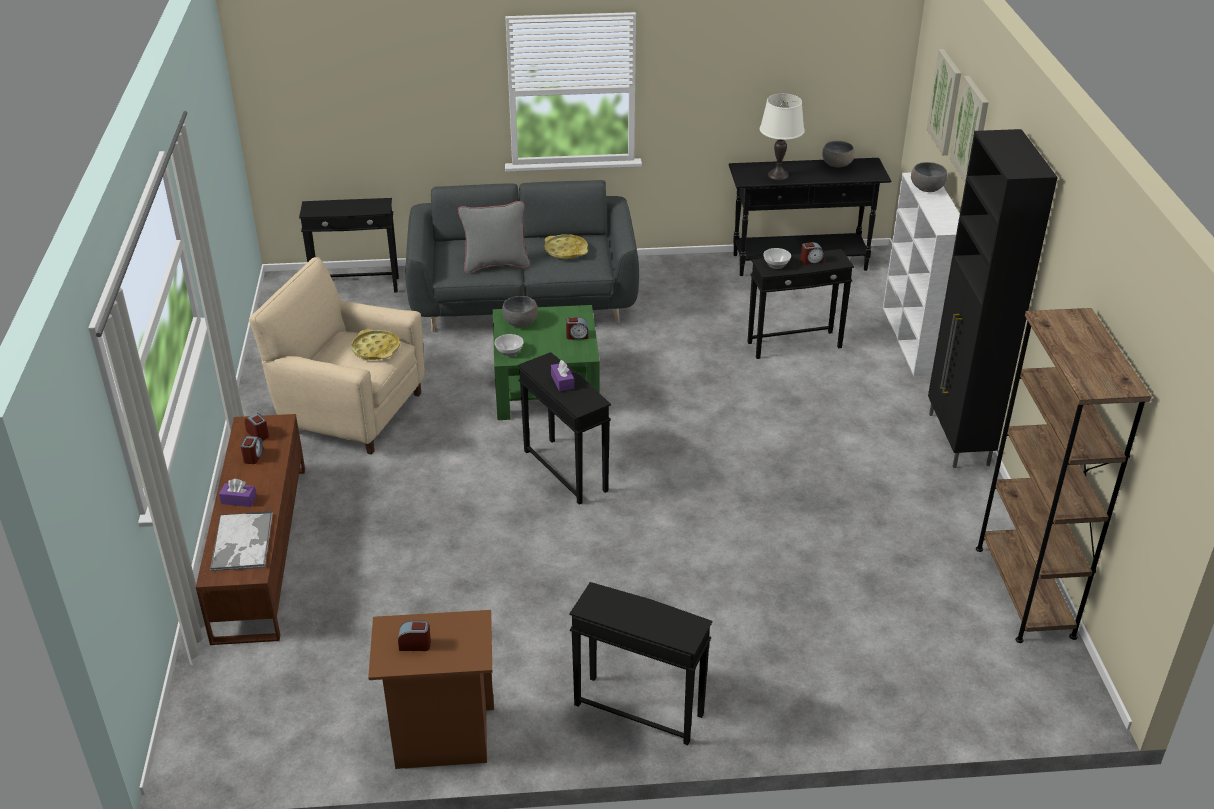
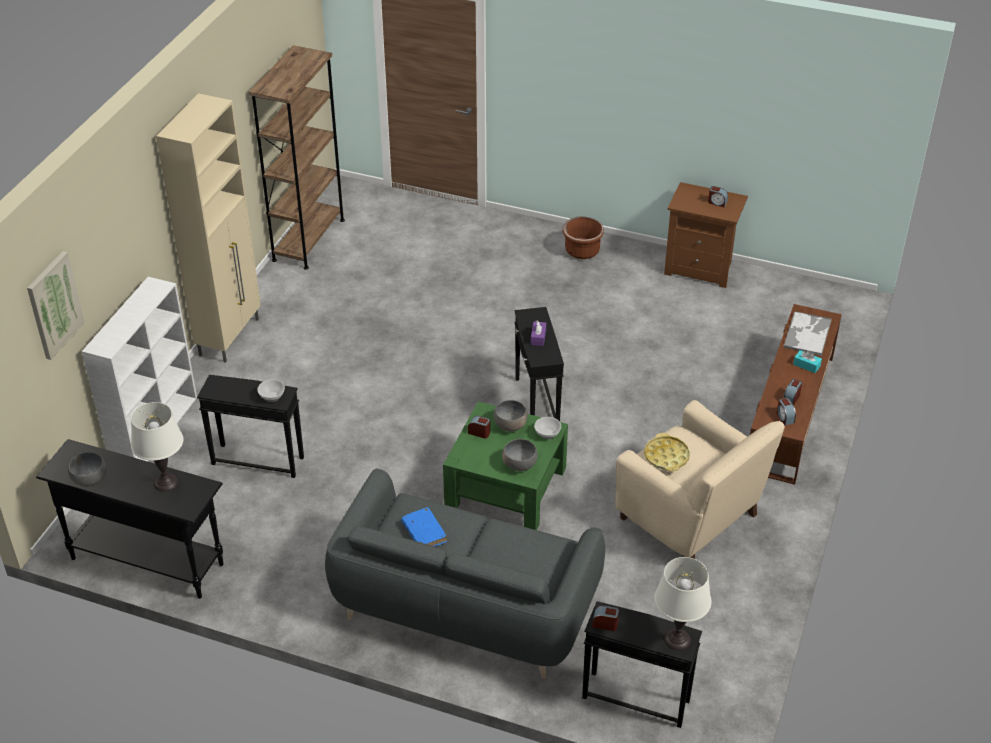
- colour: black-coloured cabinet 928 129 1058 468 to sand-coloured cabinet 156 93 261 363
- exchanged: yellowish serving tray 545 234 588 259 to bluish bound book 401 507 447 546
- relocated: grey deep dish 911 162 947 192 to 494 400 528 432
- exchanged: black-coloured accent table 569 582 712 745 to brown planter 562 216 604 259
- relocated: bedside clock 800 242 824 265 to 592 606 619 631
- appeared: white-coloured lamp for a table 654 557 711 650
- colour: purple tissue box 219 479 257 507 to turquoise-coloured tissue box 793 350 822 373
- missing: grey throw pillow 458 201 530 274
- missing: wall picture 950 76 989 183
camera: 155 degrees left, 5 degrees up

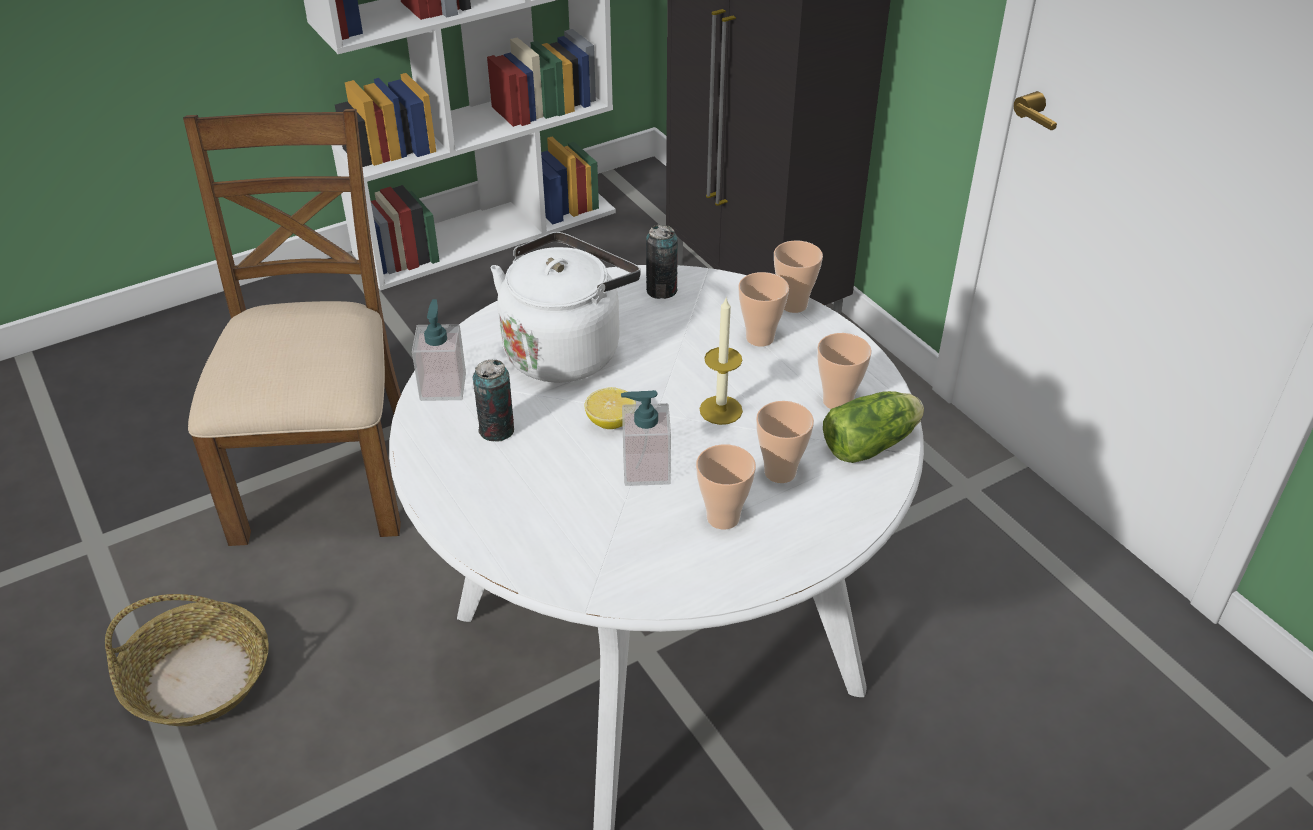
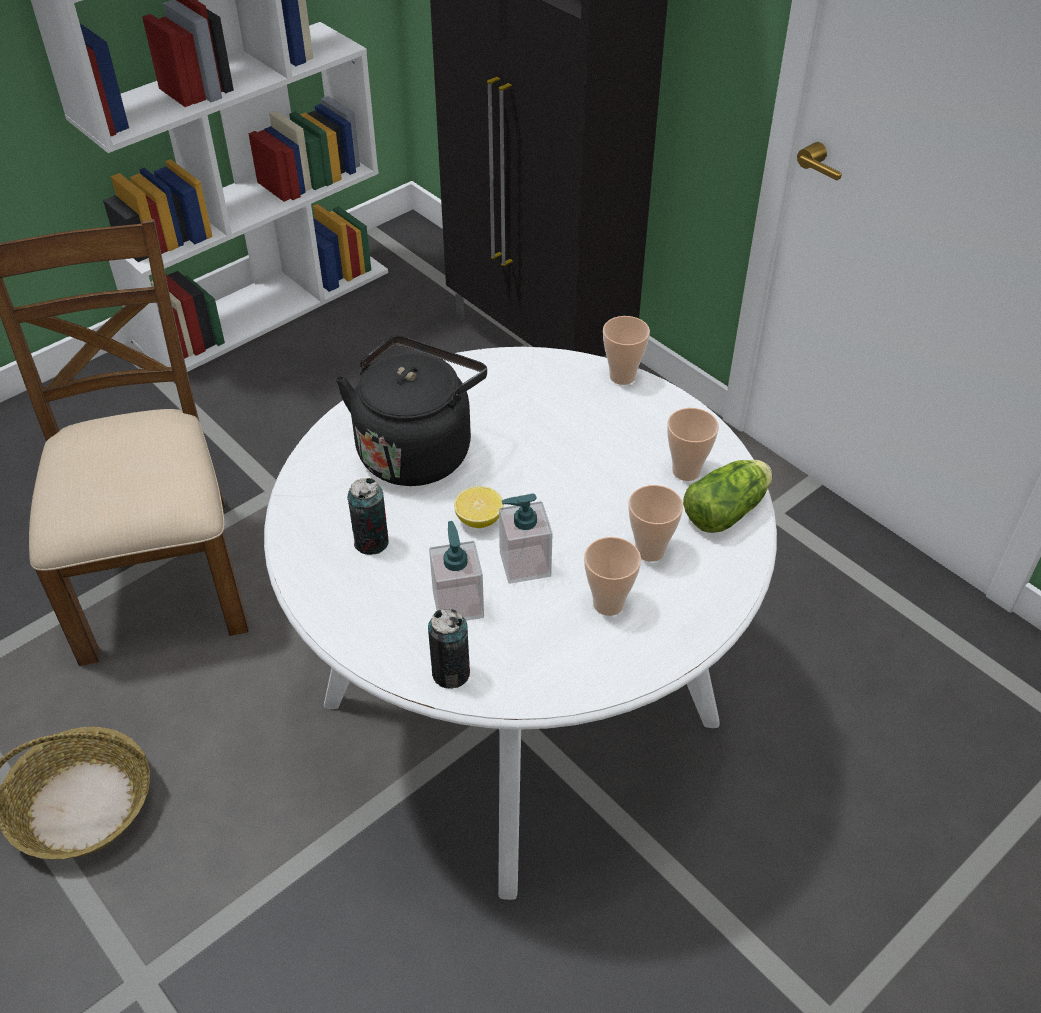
- colour: white-coloured water kettle 491 232 641 383 to black-coloured water kettle 336 336 487 486
- relocated: metal can 646 224 678 299 to 428 609 470 689
- relocated: soap dispenser 412 299 466 401 to 429 521 484 621
- missing: wax candle 699 298 743 425
- missing: small cup 738 272 789 347
camera: 10 degrees left, 5 degrees up

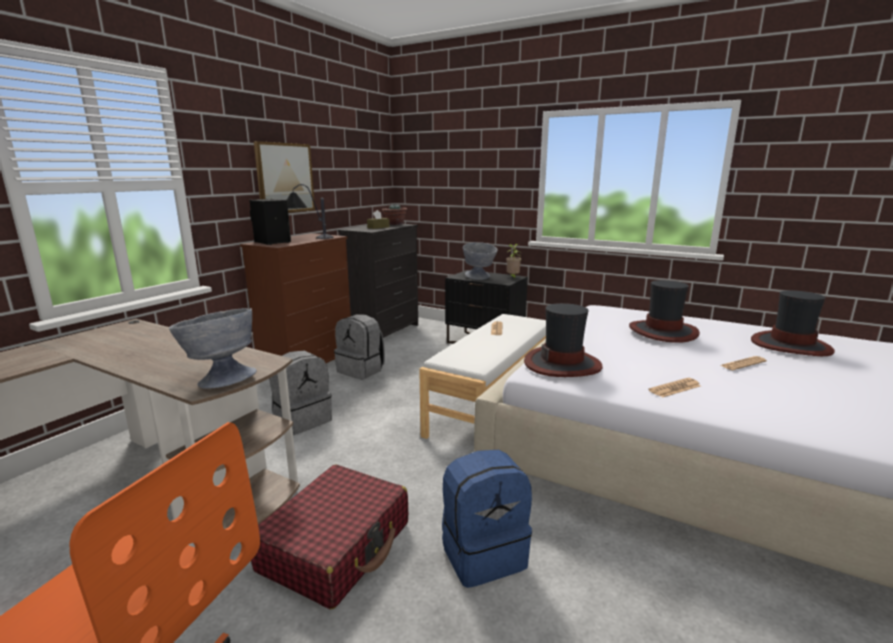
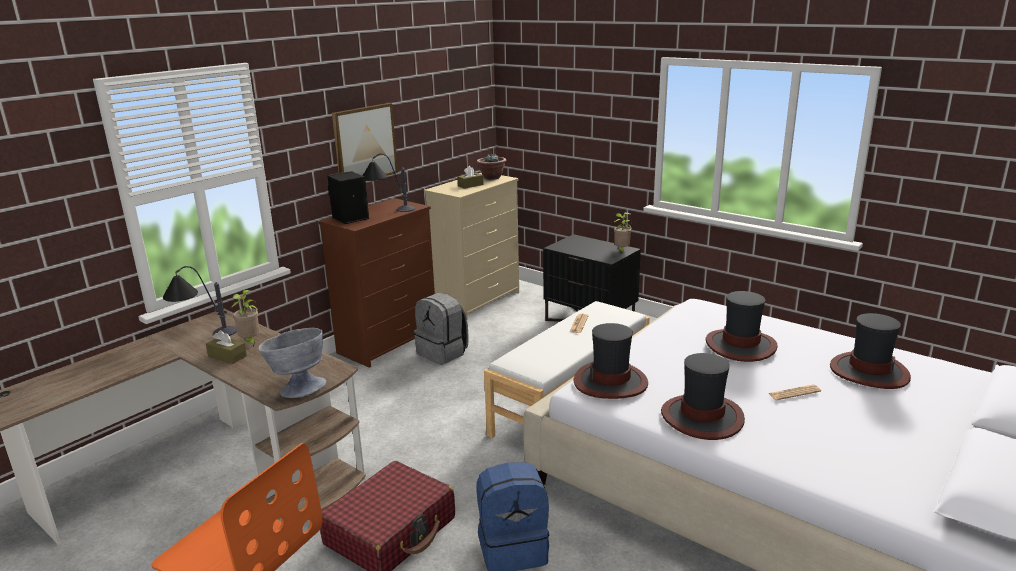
- appeared: lamp for a table 163 266 237 336
- appeared: brown tissue box 206 330 247 364
- appeared: plant in a pot 231 290 260 347
- colour: black-coloured drawer chest 338 224 418 338 to sand-coloured drawer chest 424 173 519 319
- exchanged: newspaper 648 378 701 398 to hat 661 353 745 440
- missing: grey knapsack 269 351 332 435
- missing: grey deep dish 463 242 498 280
camera: 10 degrees right, 5 degrees up

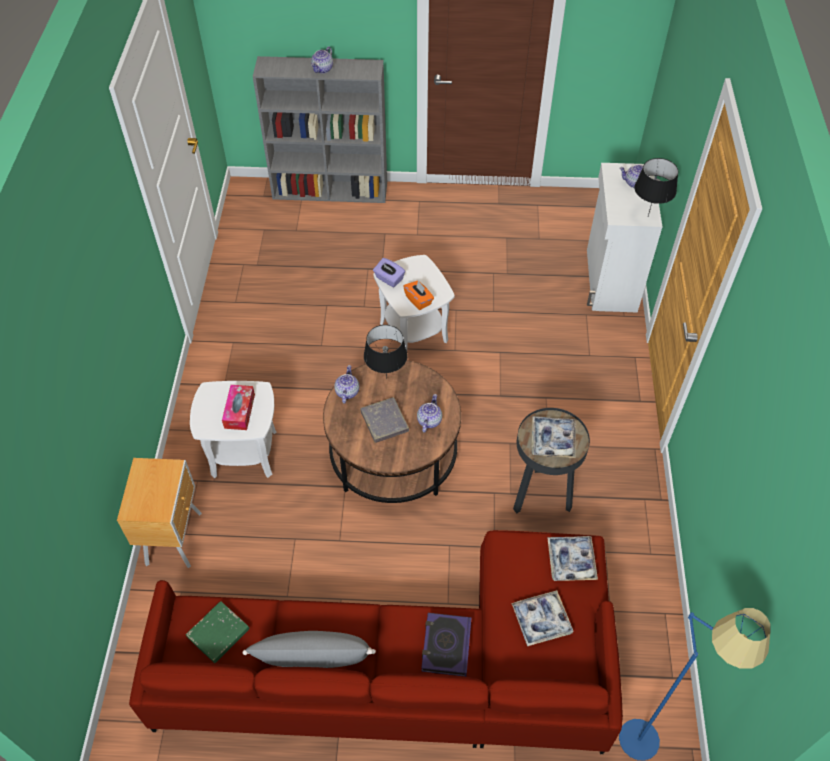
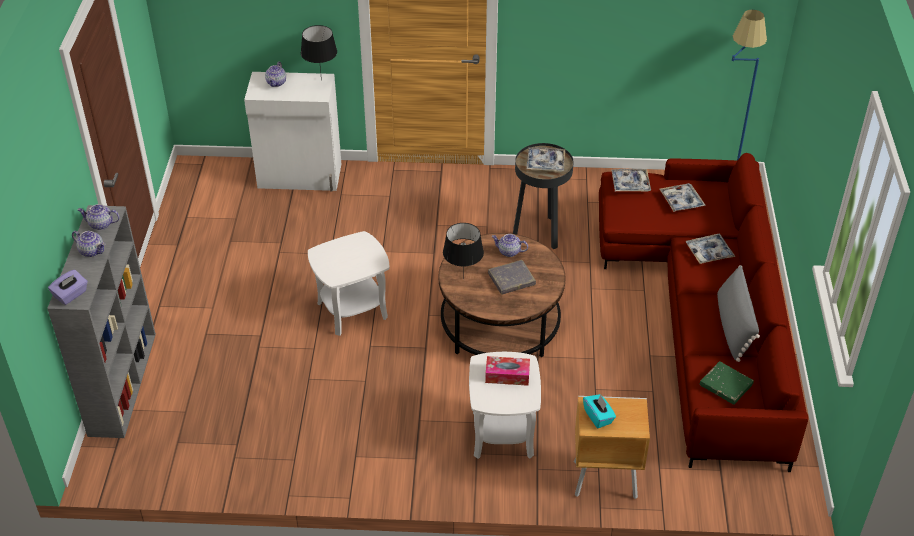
- relocated: purple tissue box 373 258 405 288 to 48 270 88 305
- relocated: teapot 334 365 359 404 to 77 204 120 230
- appeared: turquoise-coloured tissue box 583 394 616 428
- exchanged: bound book 421 613 471 677 to serving tray 686 234 735 264
- missing: orange-coloured tissue box 403 280 434 310
camera: 90 degrees left, 10 degrees down

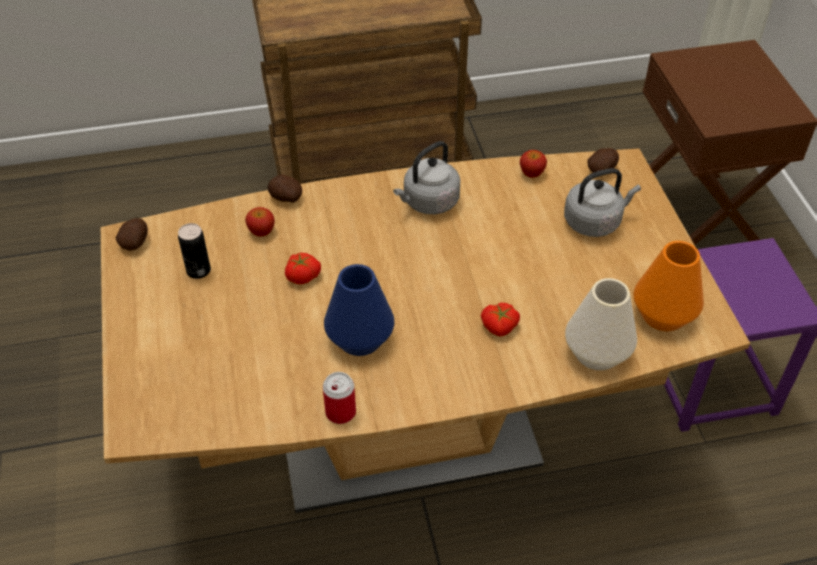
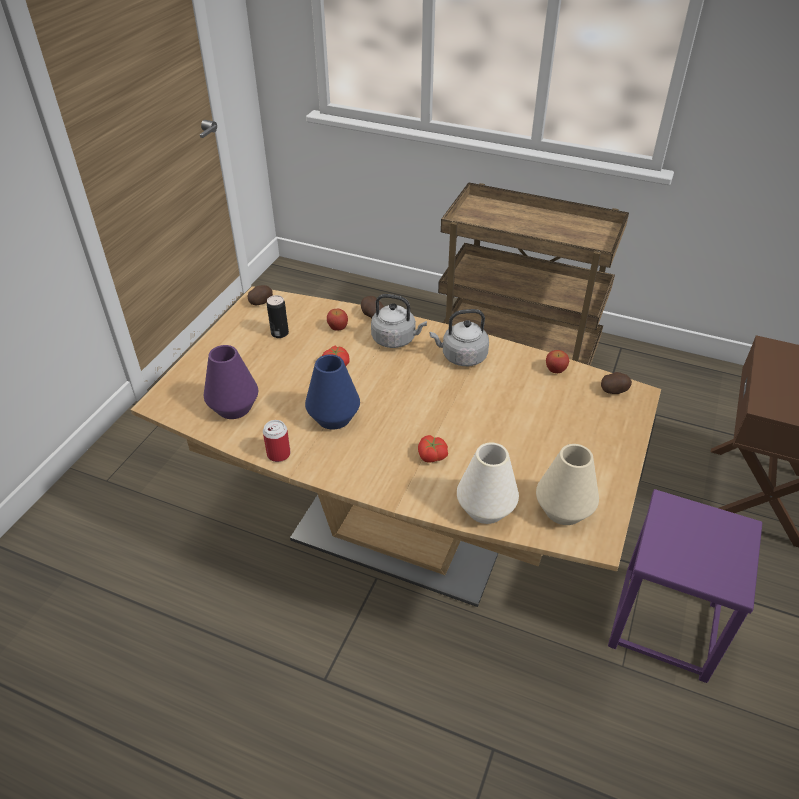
- appeared: purple flower vase 204 345 258 419
- relocated: grey water kettle 564 168 641 237 to 371 294 427 348
- colour: orange-coloured flower vase 633 241 704 331 to sand-coloured flower vase 536 444 599 525
camera: 35 degrees right, 5 degrees down

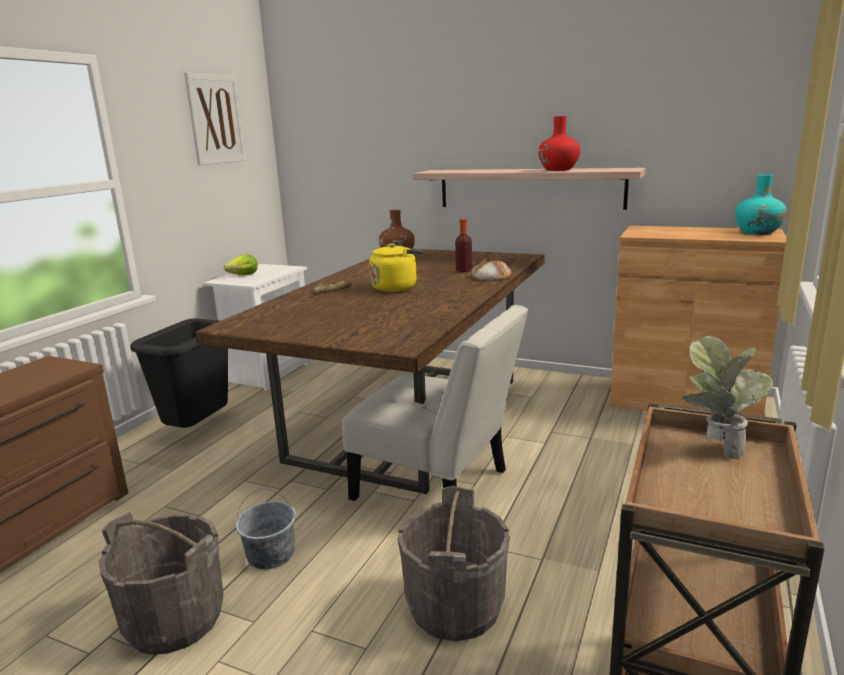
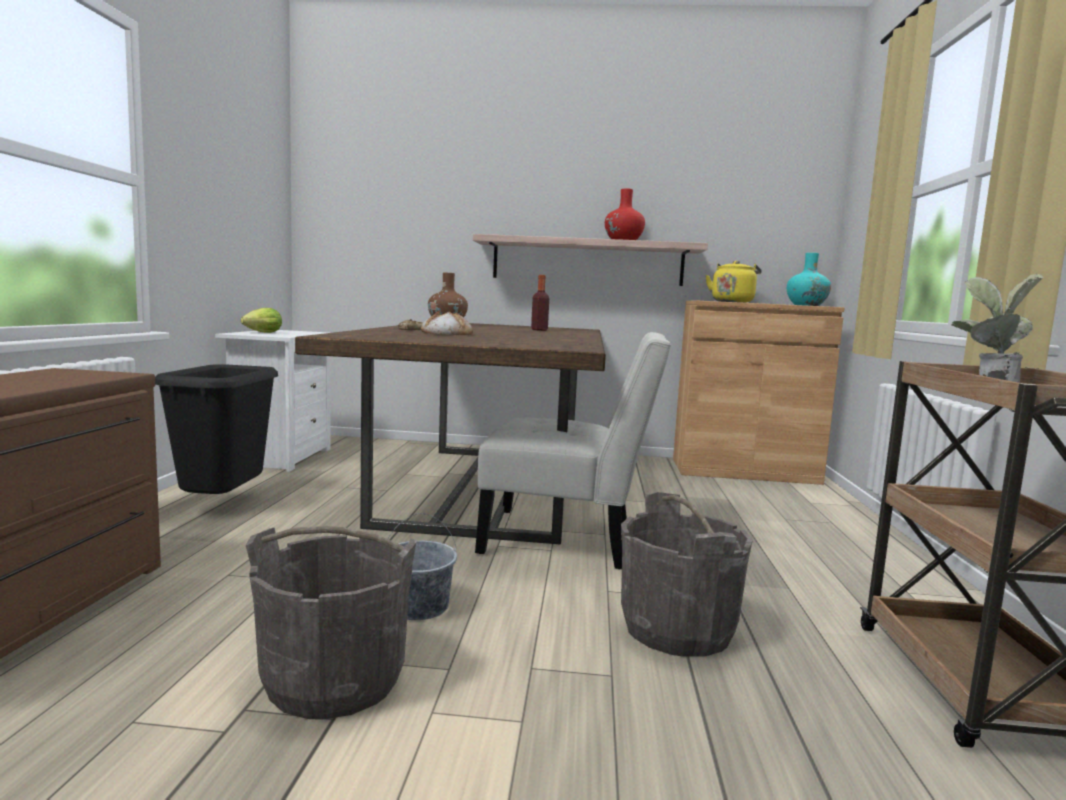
- relocated: baked bread 472 258 512 281 to 421 310 473 335
- relocated: yellowish water kettle 369 244 425 292 to 705 261 762 303
- missing: wall picture 184 72 246 165
camera: 20 degrees left, 10 degrees down

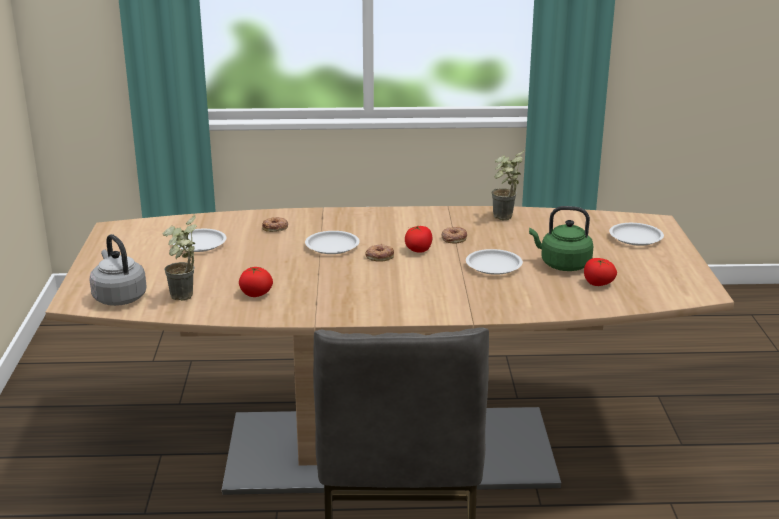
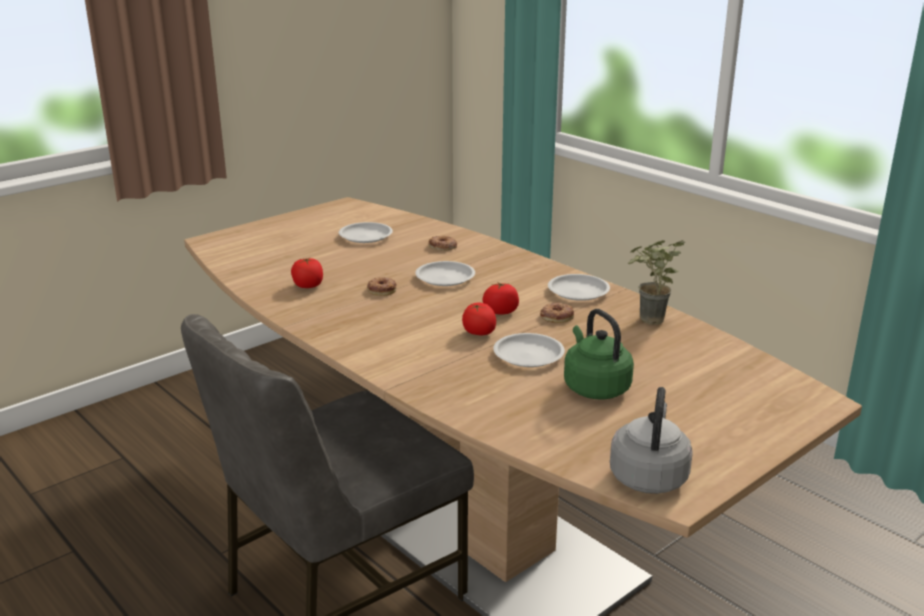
- relocated: ring doughnut 365 244 394 262 to 367 277 397 296
- relocated: whole tomato 584 258 617 286 to 462 302 496 335
- relocated: white-coloured flat dish 609 223 664 246 to 548 274 610 301
- relocated: grey water kettle 89 234 147 306 to 610 387 693 494
- missing: plant in a pot 163 214 197 301
camera: 50 degrees right, 0 degrees up

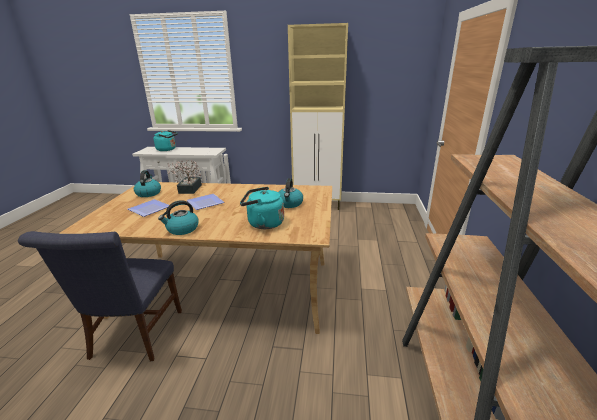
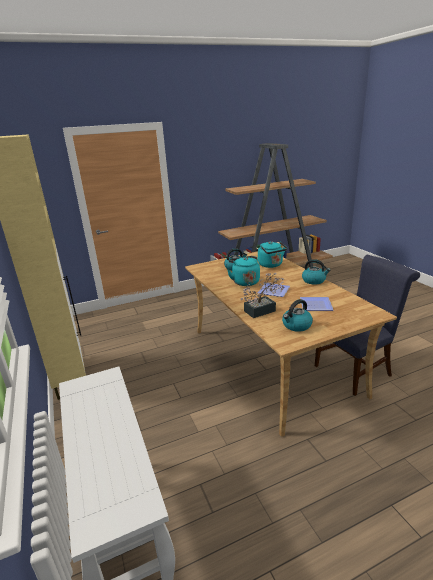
- relocated: turquoise-coloured water kettle 153 130 178 151 to 227 256 260 286
camera: 120 degrees left, 0 degrees up

